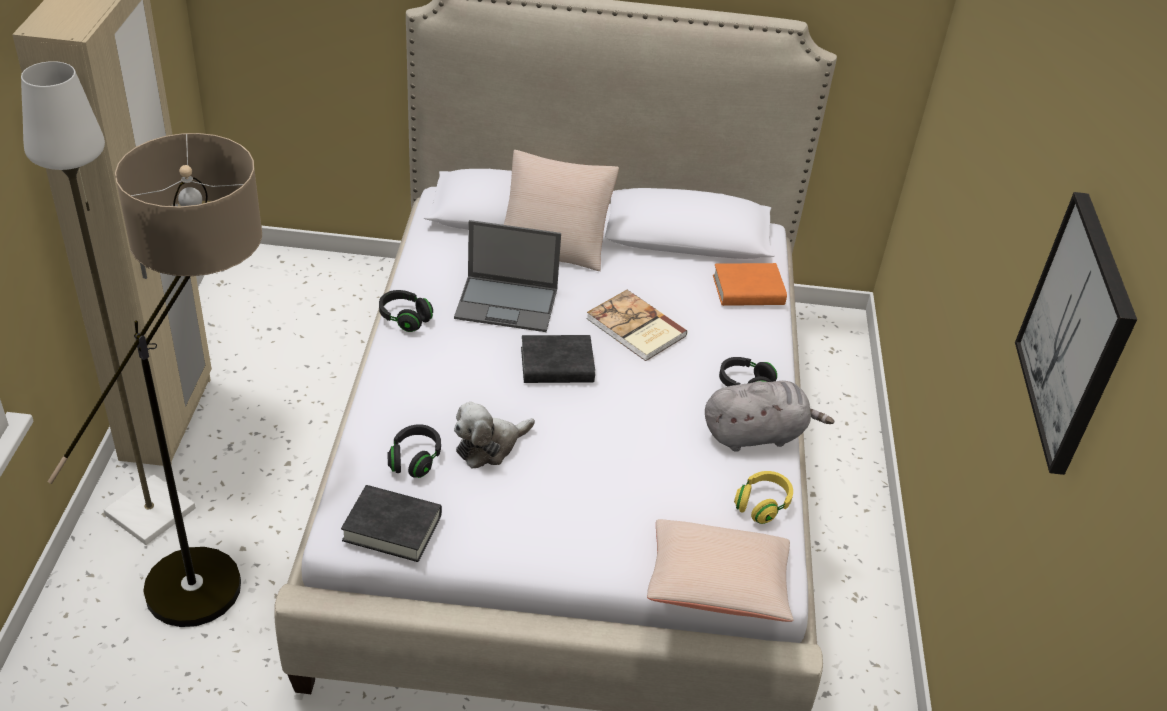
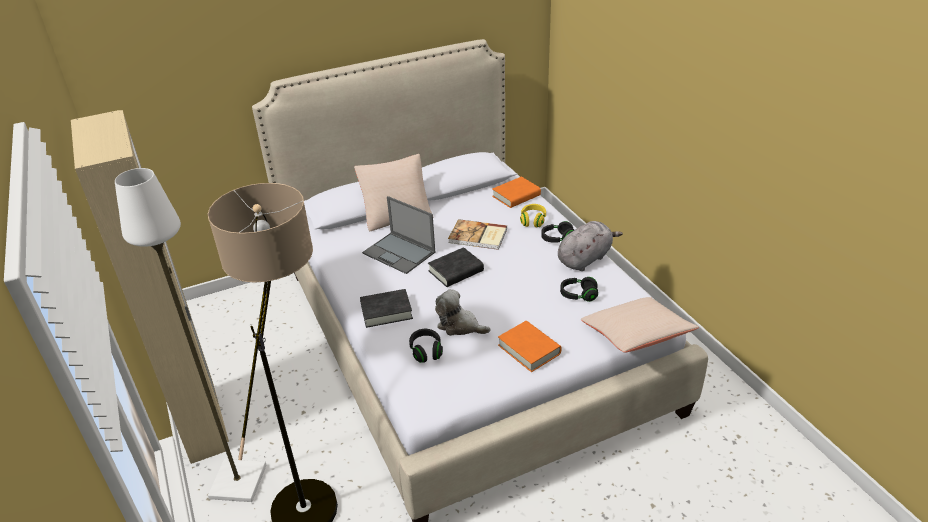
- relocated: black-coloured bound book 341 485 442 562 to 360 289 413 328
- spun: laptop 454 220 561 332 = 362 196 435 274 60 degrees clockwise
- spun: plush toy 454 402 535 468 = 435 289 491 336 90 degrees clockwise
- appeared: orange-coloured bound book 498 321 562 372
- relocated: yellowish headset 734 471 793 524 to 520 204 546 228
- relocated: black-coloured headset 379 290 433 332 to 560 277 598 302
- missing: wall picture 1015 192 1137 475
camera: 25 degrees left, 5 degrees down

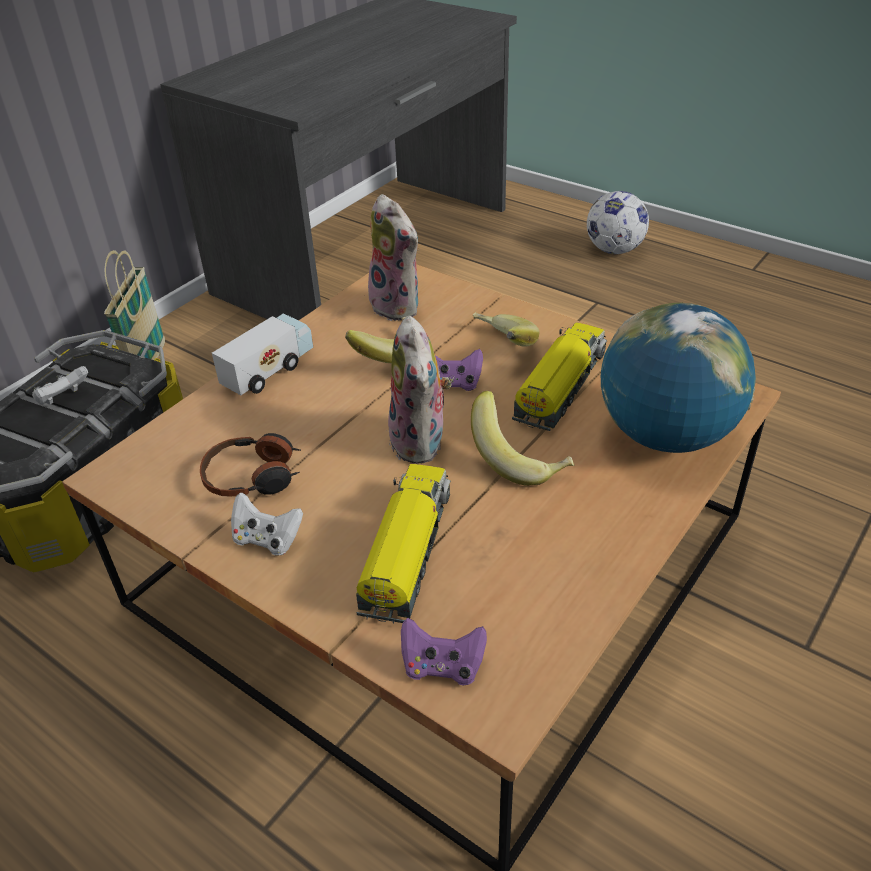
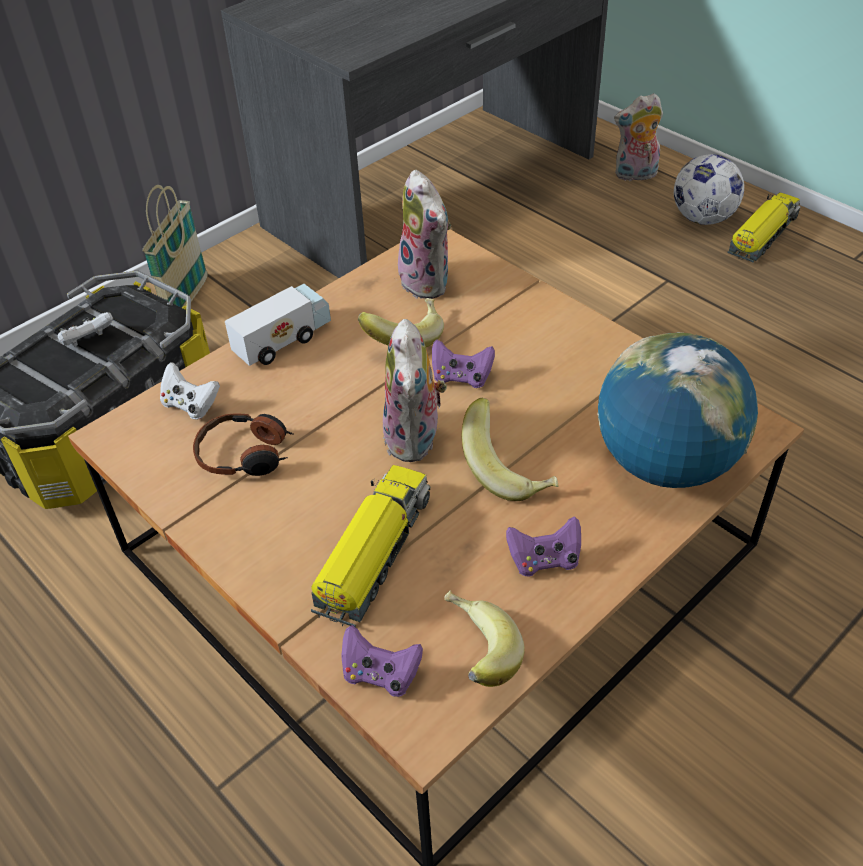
- relocated: white-coloured gamepad 231 493 303 556 to 160 362 220 420
- relocated: banana 473 312 539 347 to 444 591 525 687
- appeared: purple gamepad 506 517 581 577
- appeared: plush toy 614 93 663 181
- relocated: toy truck 512 323 607 431 to 728 192 801 263
camera: 10 degrees right, 5 degrees up

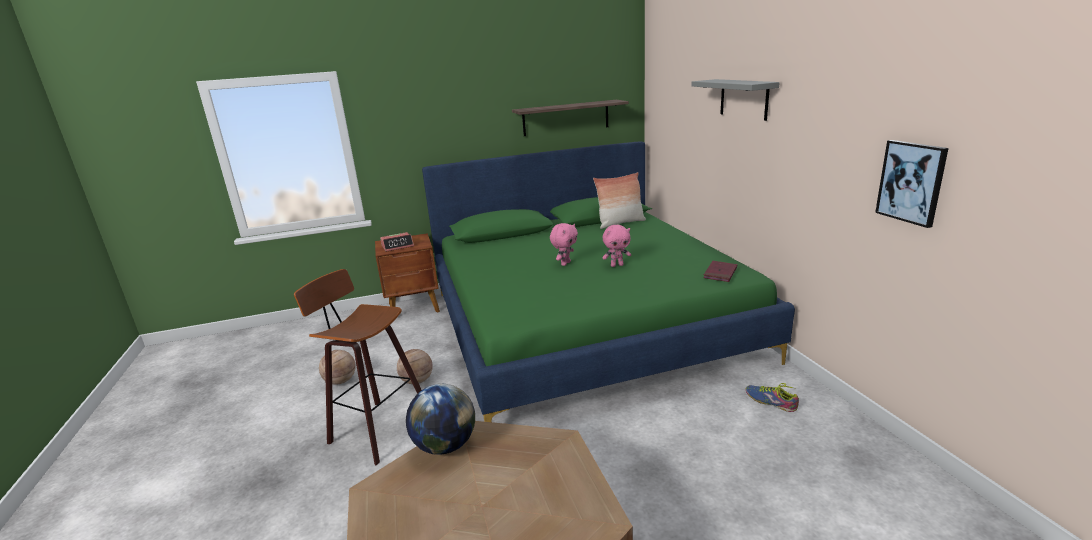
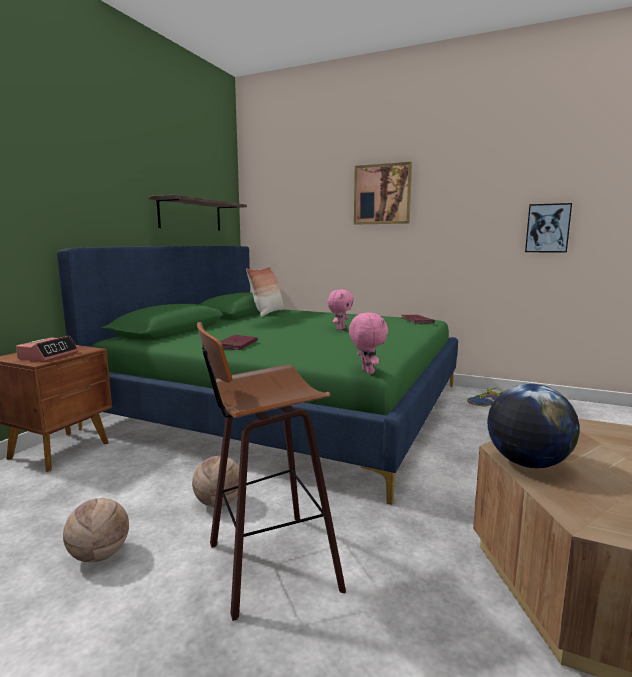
- appeared: red-coloured bound book 220 335 257 350
- relocated: pink-coloured plush toy 550 223 578 266 to 349 313 388 374
- exchanged: grey wall shelf 692 79 780 121 to wall picture 354 162 412 225
camera: 50 degrees left, 10 degrees down

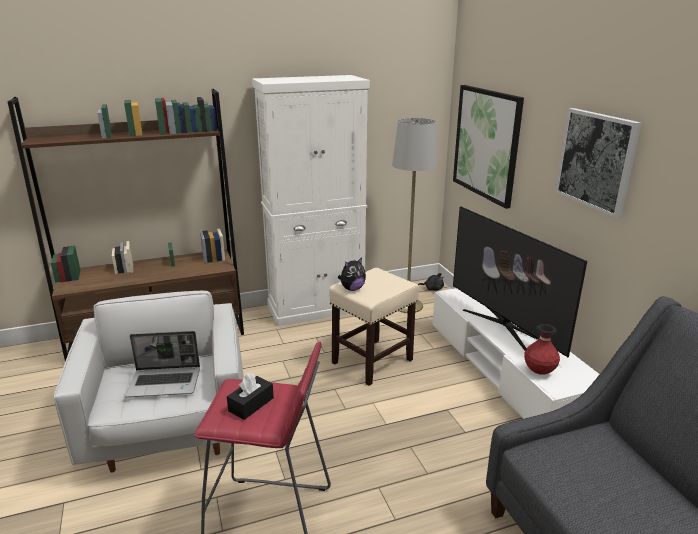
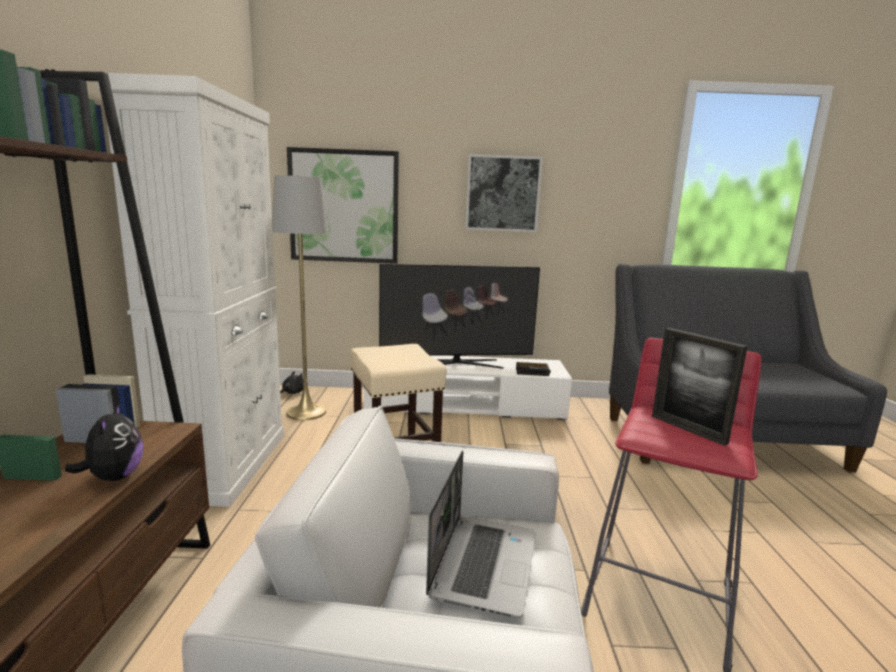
- relocated: plush toy 338 258 366 291 to 65 402 144 481
- exchanged: red-coloured flower vase 524 324 560 375 to bedside clock 516 362 551 376
- exchanged: black-coloured tissue box 227 373 274 420 to photo frame 652 328 748 446
camera: 70 degrees left, 10 degrees down

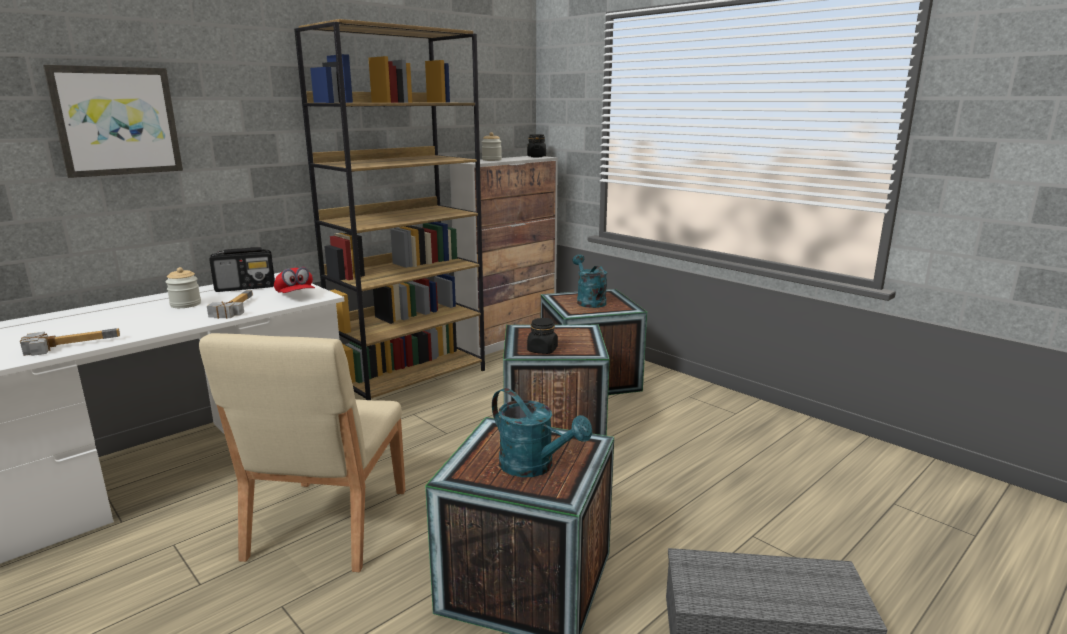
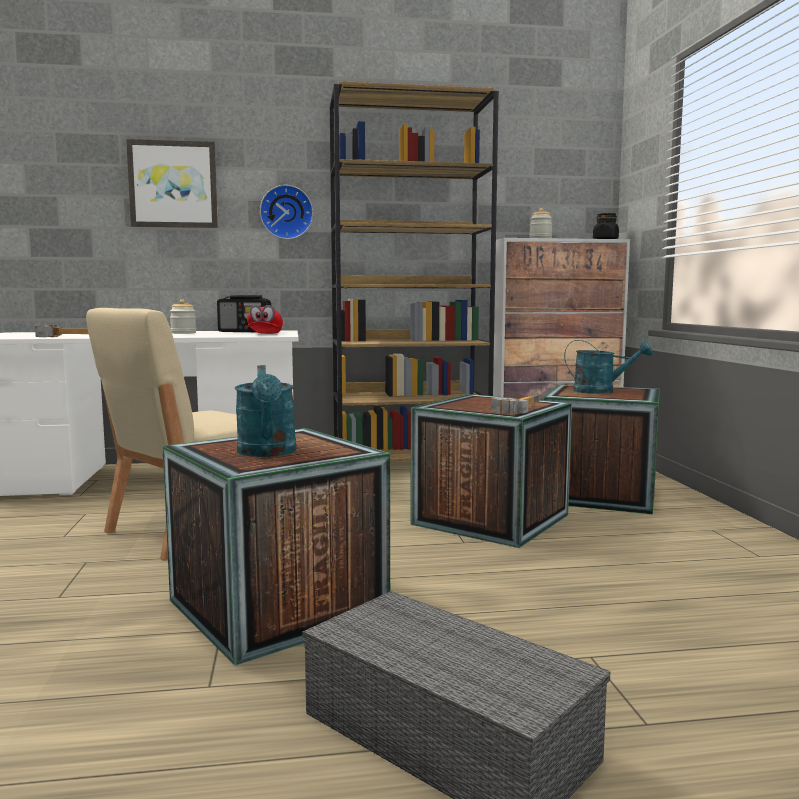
- appeared: clock on the wall 260 185 313 239
- relocated: hammer 207 290 253 319 to 491 395 540 415
- spun: turquoise-coloured watering can 572 254 607 308 = 564 340 653 394 90 degrees clockwise
- missing: black-coloured jar 527 318 558 354
camera: 35 degrees right, 10 degrees down

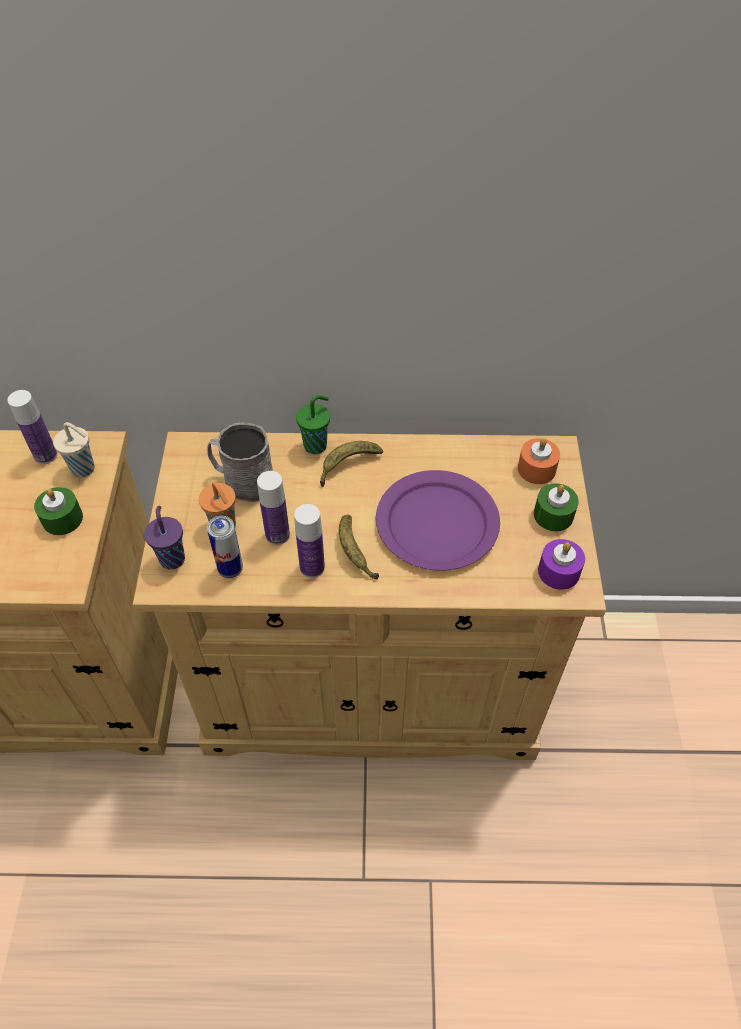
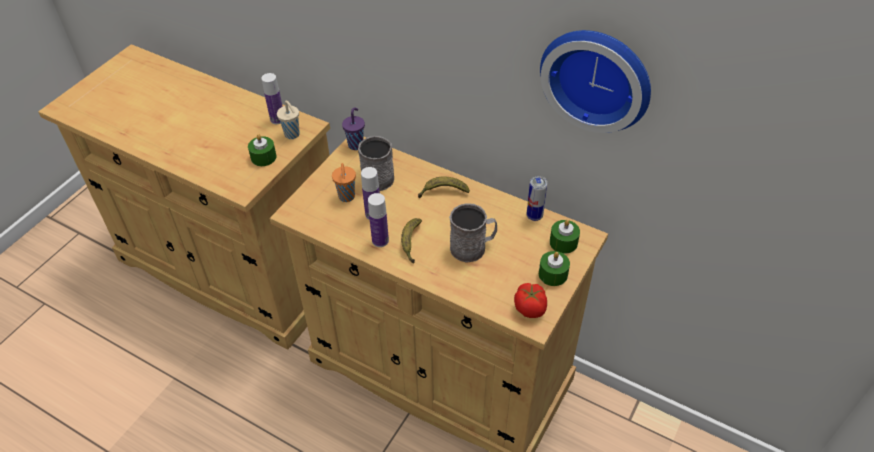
- relocated: purple small cup 144 506 185 570 to 342 107 365 150
- exchanged: purple flat dish 376 470 500 571 to grey mug 449 203 497 263
- exchanged: purple wax candle 538 539 585 590 to whole tomato 514 283 547 318
- relocated: metal can 207 516 243 578 to 527 176 547 221
- appeared: clock on the wall 540 30 651 133
- colour: orange-coloured wax candle 518 438 560 484 to greenish wax candle 550 220 580 254
- missing: greenish small cup 296 395 330 454
camera: 30 degrees right, 5 degrees down

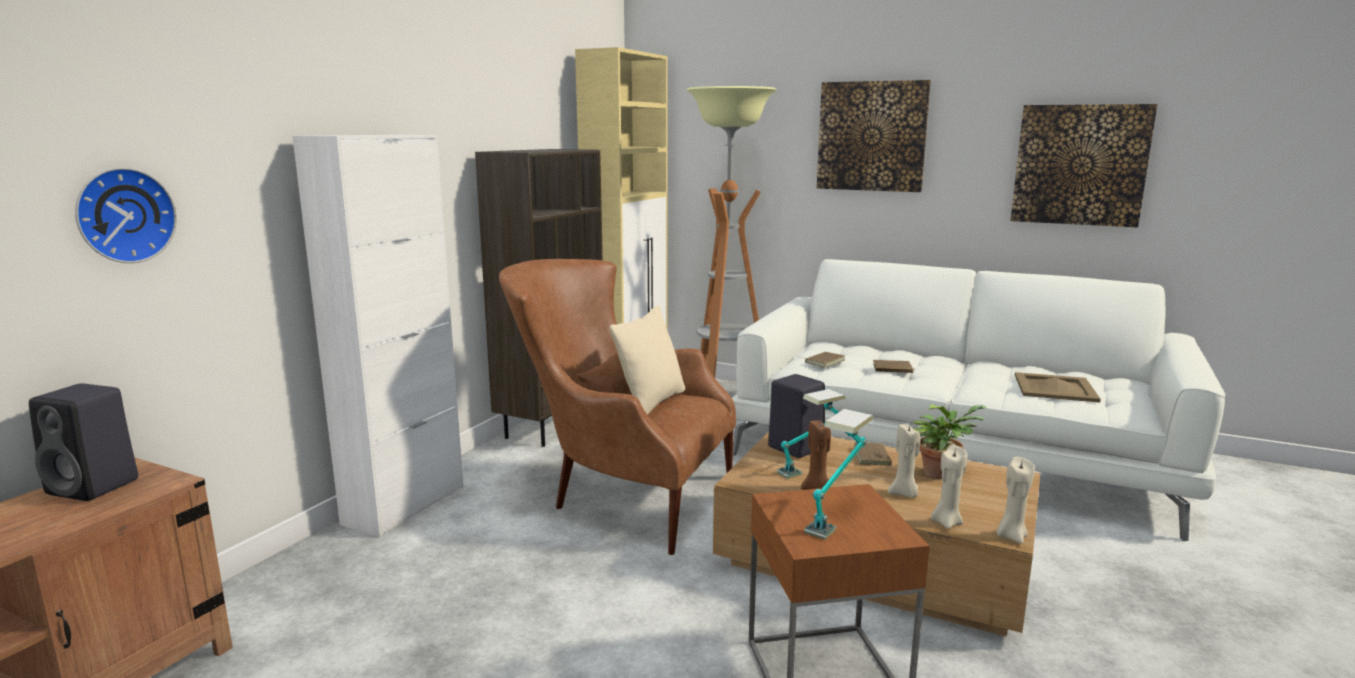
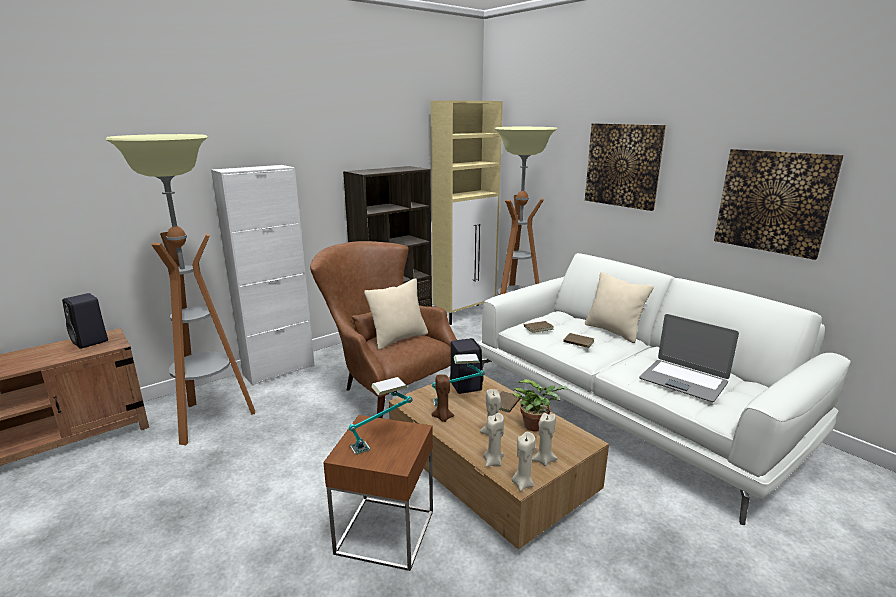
- appeared: standard lamp 106 134 255 445
- appeared: sand-coloured wax candle 532 413 558 466
- appeared: sand-coloured throw pillow 585 272 654 343
- exchanged: sand-coloured serving tray 1015 372 1101 403 to laptop 639 314 739 402
- missing: clock on the wall 75 167 177 263
camera: 25 degrees right, 5 degrees up

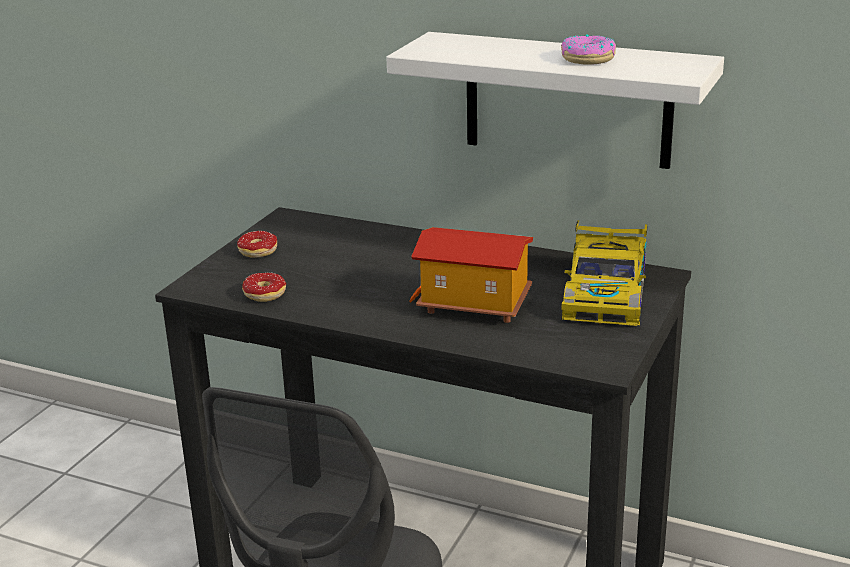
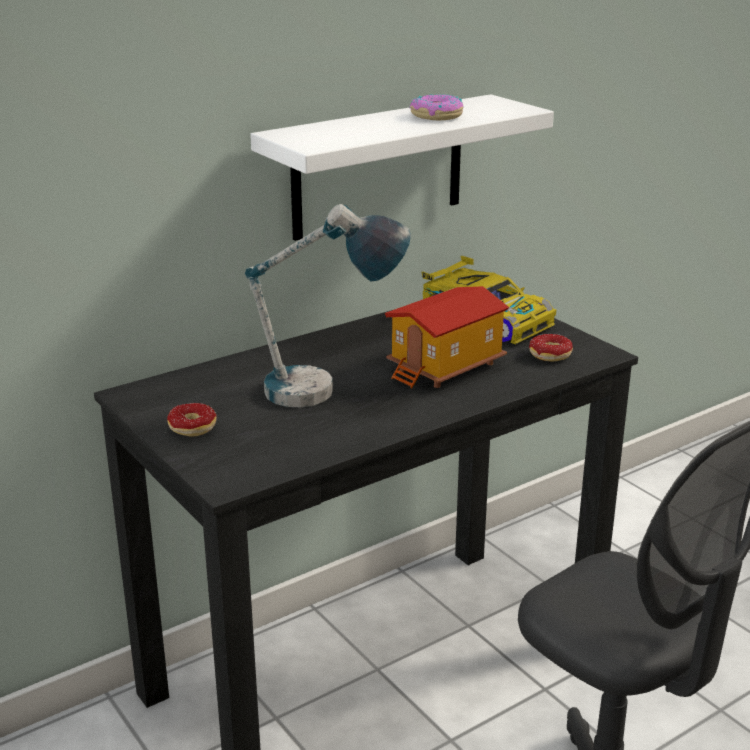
- appeared: lamp for a table 245 204 411 407
- relocated: ring doughnut 235 273 286 302 to 529 334 579 362
camera: 60 degrees left, 0 degrees up

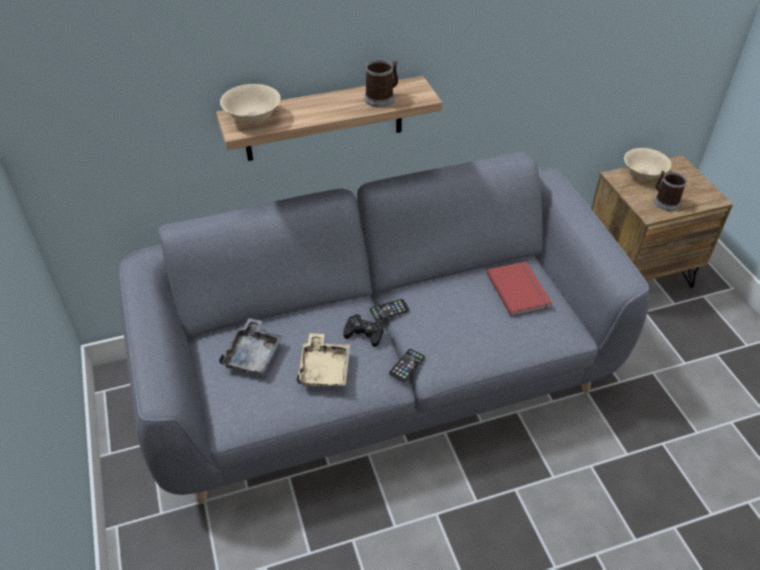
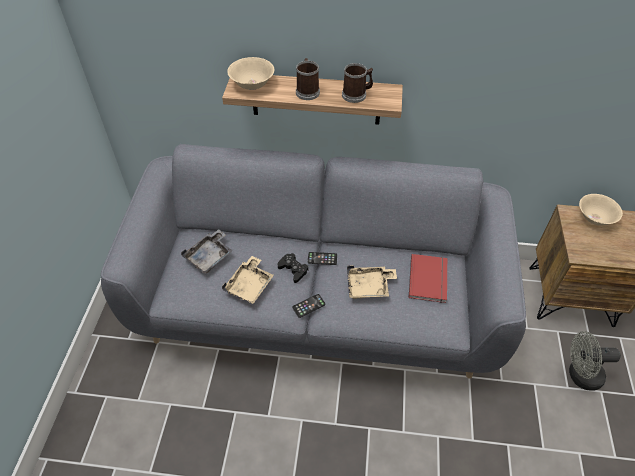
- relocated: mug 654 171 687 211 to 296 58 320 100
- appeared: sand-coloured serving tray 347 265 397 299
- appeared: grey fan 569 331 621 391
camera: 25 degrees right, 5 degrees up

